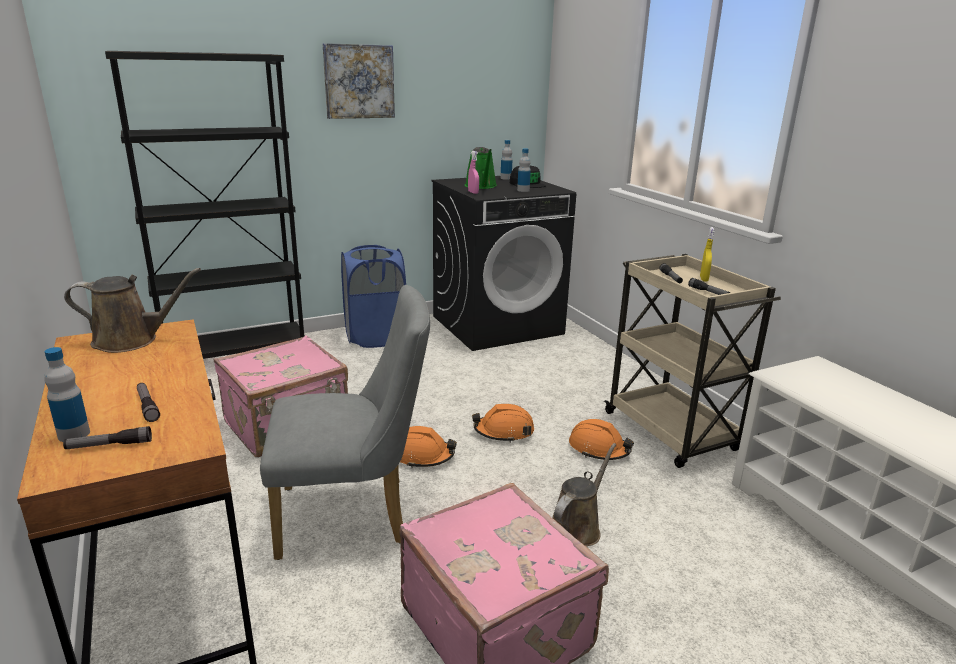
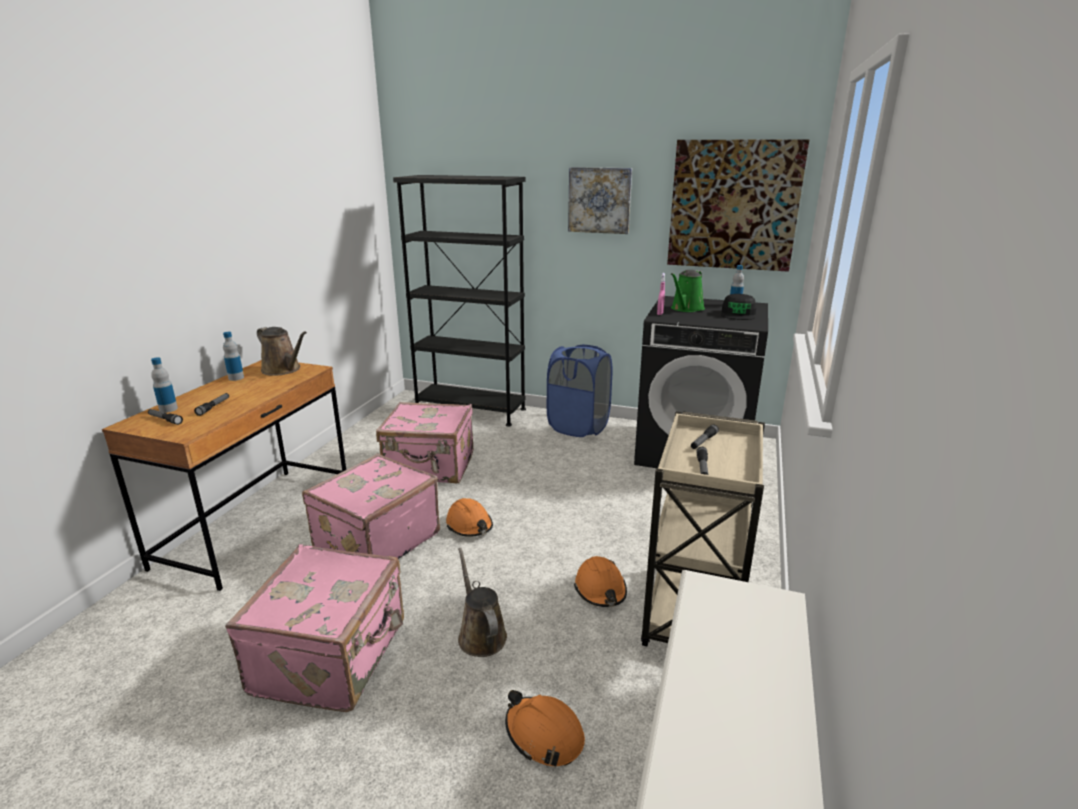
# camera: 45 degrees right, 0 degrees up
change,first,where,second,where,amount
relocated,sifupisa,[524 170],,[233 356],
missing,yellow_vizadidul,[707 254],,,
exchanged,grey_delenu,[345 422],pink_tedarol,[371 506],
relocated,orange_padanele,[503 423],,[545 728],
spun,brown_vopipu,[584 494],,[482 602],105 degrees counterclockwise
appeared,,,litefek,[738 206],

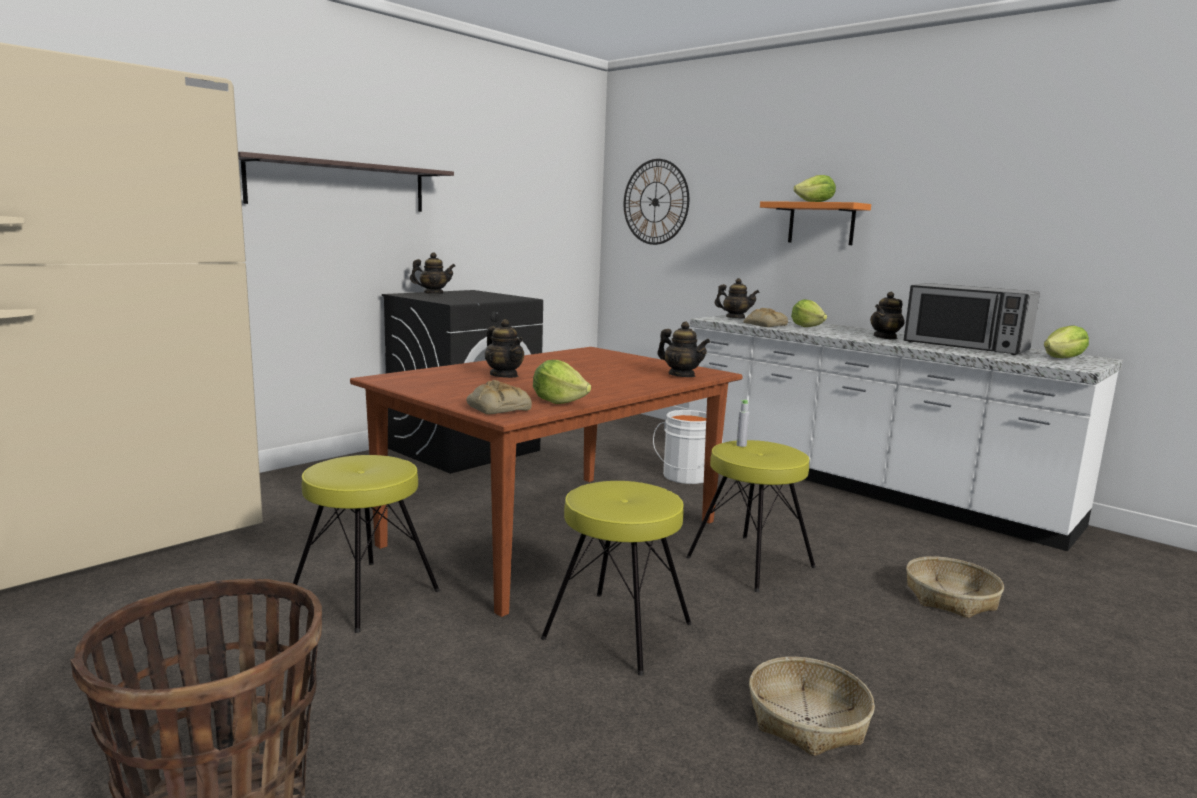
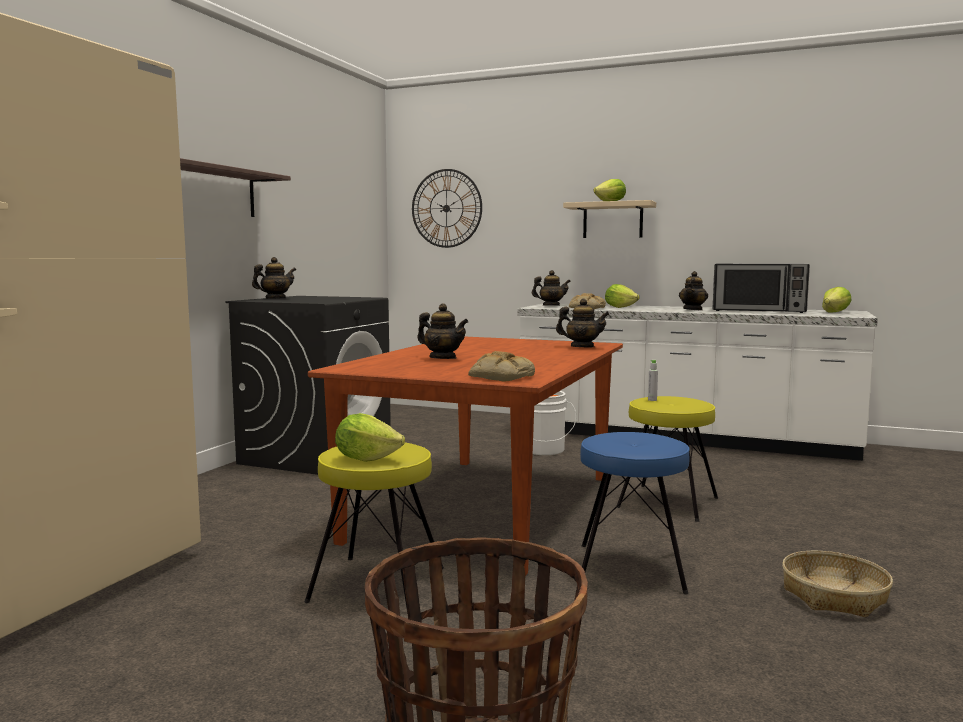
# camera: 20 degrees left, 5 degrees down
change,first,where,second,where,amount
colour,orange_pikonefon,[815 223],beige_pikonefon,[609 219],
relocated,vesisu,[562 382],,[370 437],
colour,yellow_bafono,[616 578],blue_bafono,[635 513],
missing,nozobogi,[955 587],,,

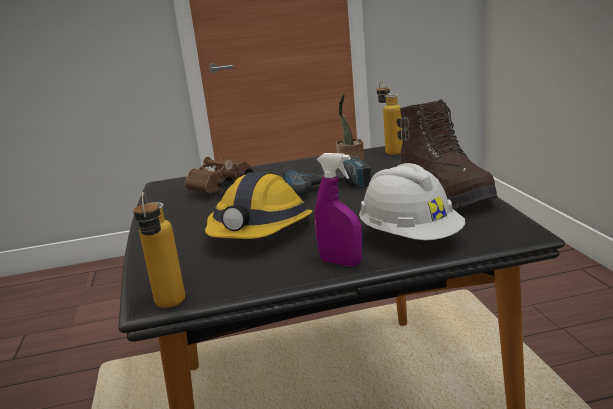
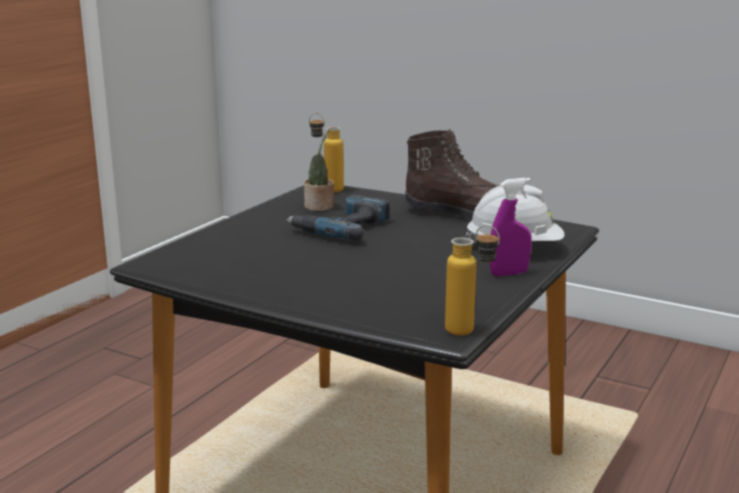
# camera: 50 degrees left, 0 degrees up
change,first,where,second,where,amount
missing,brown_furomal,[219 176],,,
missing,padanele,[259 205],,,

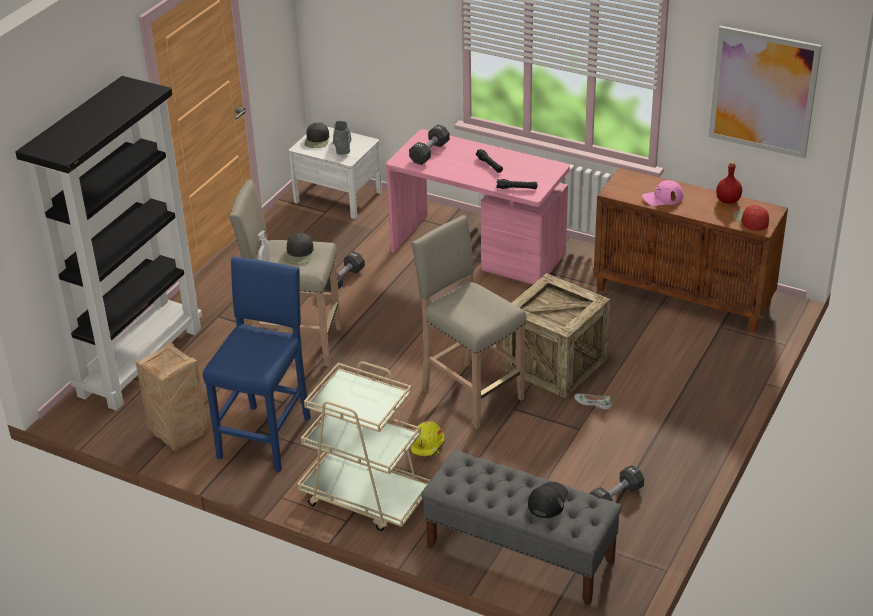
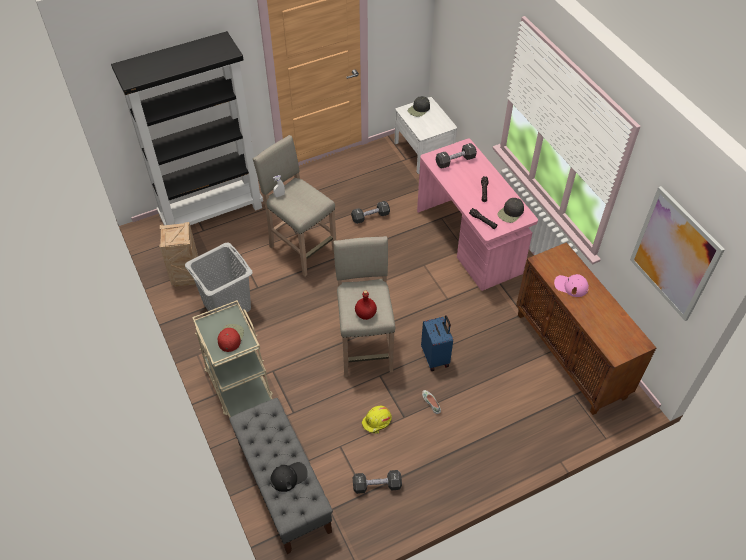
# camera: 35 degrees right, 15 degrees up
change,first,where,second,where,amount
missing,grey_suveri,[342 138],,,
relocated,red_sifupisa,[729 182],,[366 305],
relocated,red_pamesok,[751 218],,[231 338],
relocated,black_pamesok,[299 248],,[511 210],
exchanged,blue_bafono,[257 364],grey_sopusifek,[218 278],
exchanged,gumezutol,[556 335],blue_tedarol,[437 343],
relocated,yellow_padanele,[428 439],,[377 420],

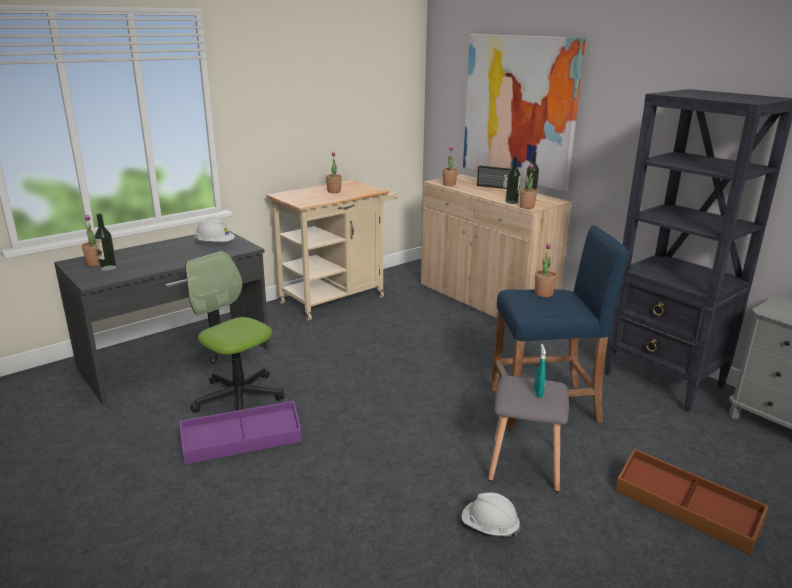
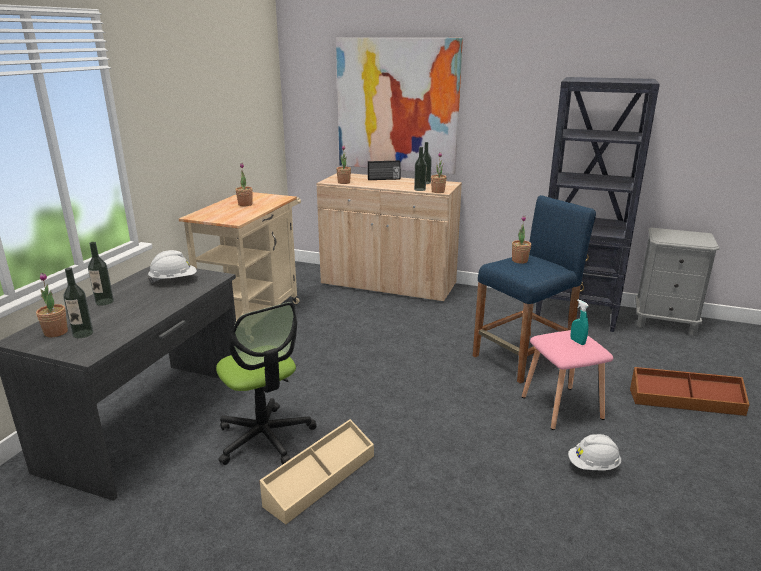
# camera: 30 degrees left, 0 degrees up
change,first,where,second,where,amount
spun,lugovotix,[234 332],,[266 383],135 degrees counterclockwise
colour,grey_bafono,[528 434],pink_bafono,[567 380],
colour,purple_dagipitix,[240 433],beige_dagipitix,[316 471],
appeared,,,sifupisa,[101 274],

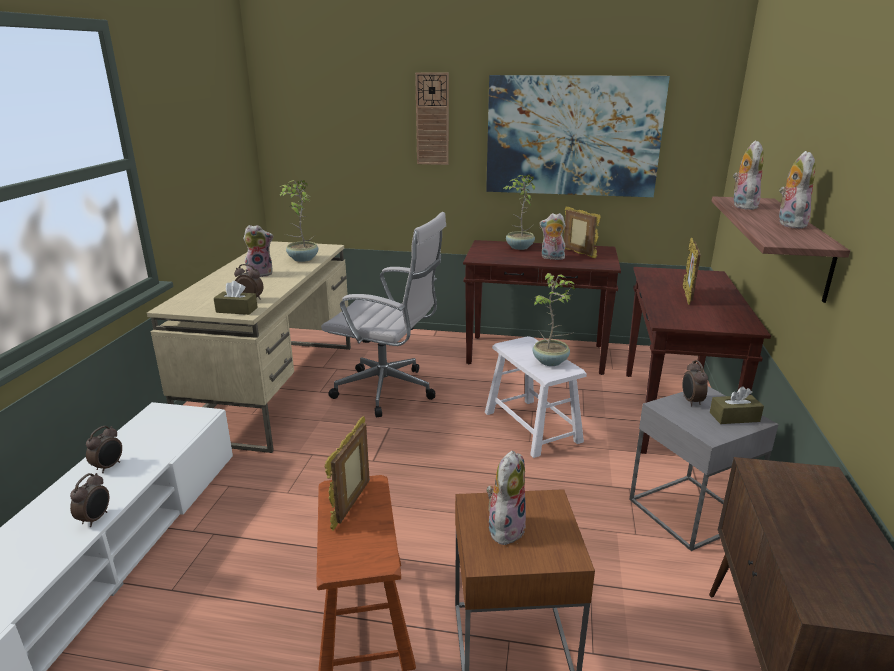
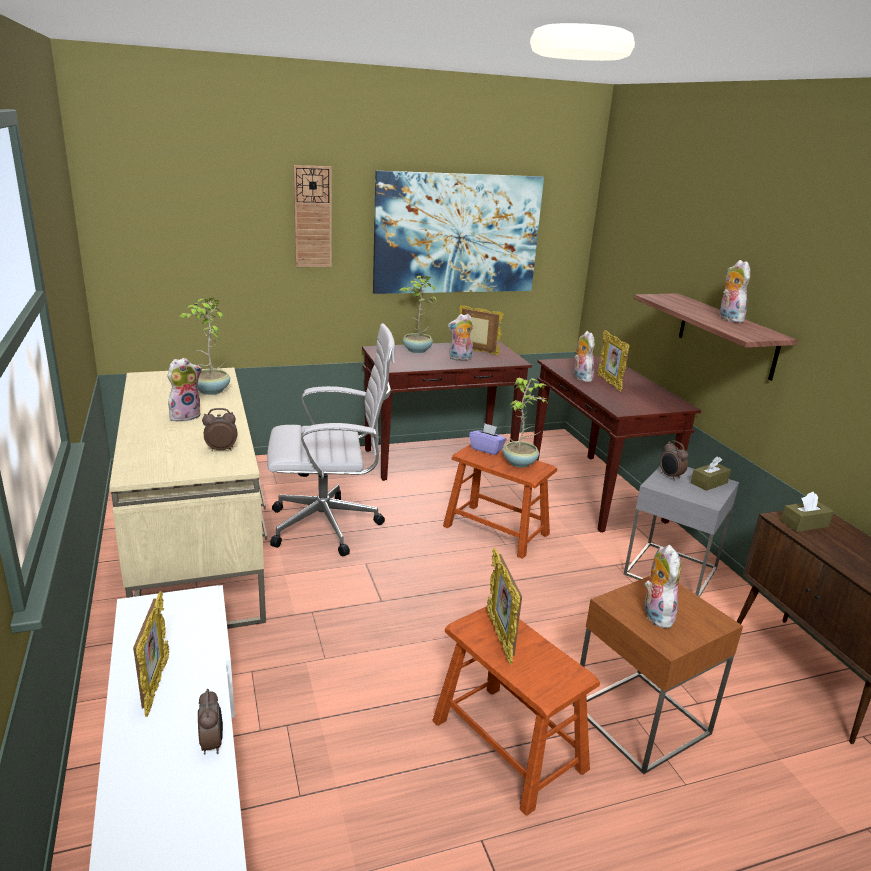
# camera: 30 degrees left, 0 degrees up
change,first,where,second,where,amount
relocated,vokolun,[748 175],,[584 356],
relocated,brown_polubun,[236 298],,[807 512],
colour,white_bafono,[536 397],brown_bafono,[500 501],
exchanged,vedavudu,[104 449],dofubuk,[151 654],
appeared,,,purple_polubun,[488 439],

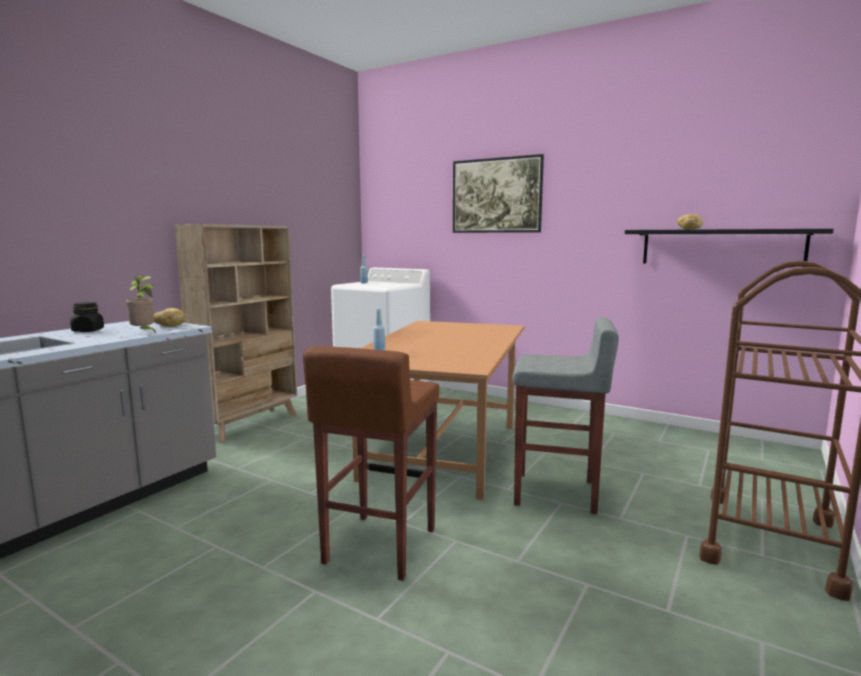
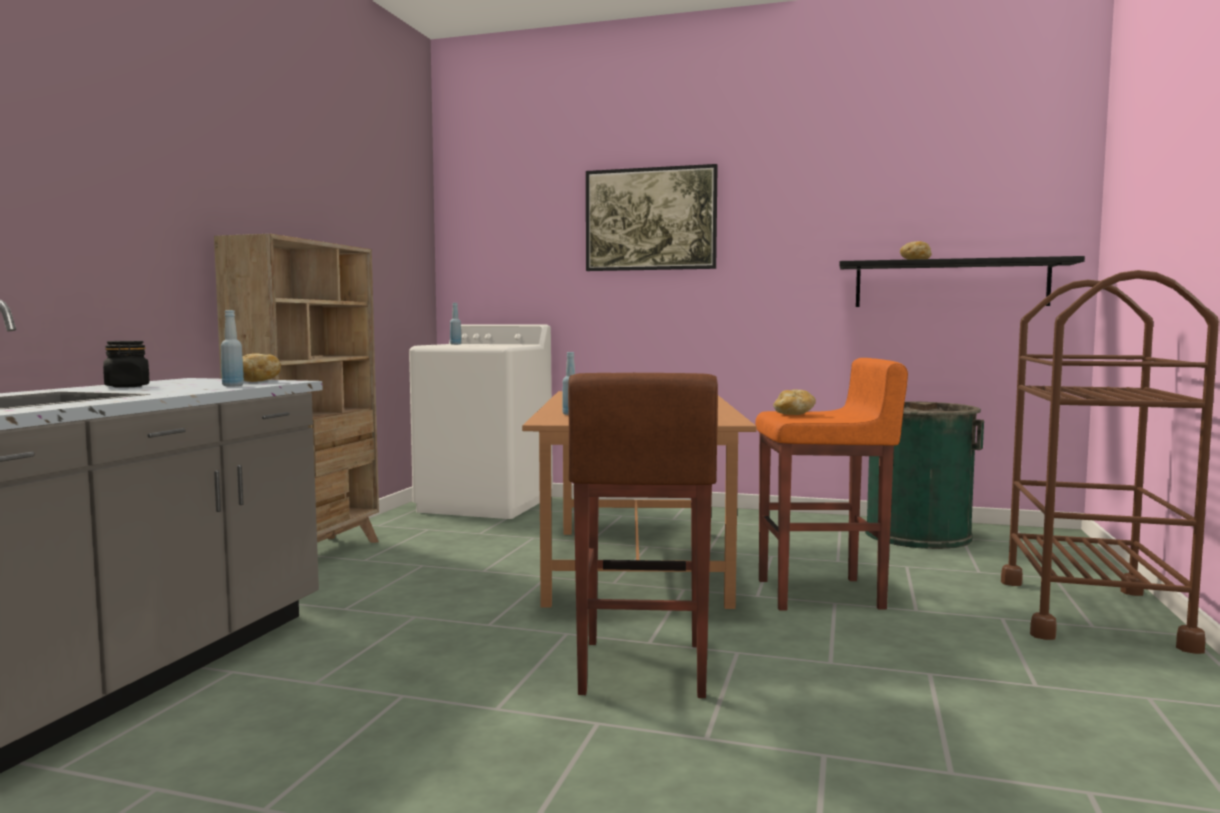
# camera: 15 degrees left, 5 degrees down
change,first,where,second,where,amount
exchanged,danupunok,[140 304],blue_sifupisa,[232 348],
colour,grey_bafono,[565 415],orange_bafono,[831 484],
appeared,,,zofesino,[794 402],
appeared,,,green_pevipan,[924 475],

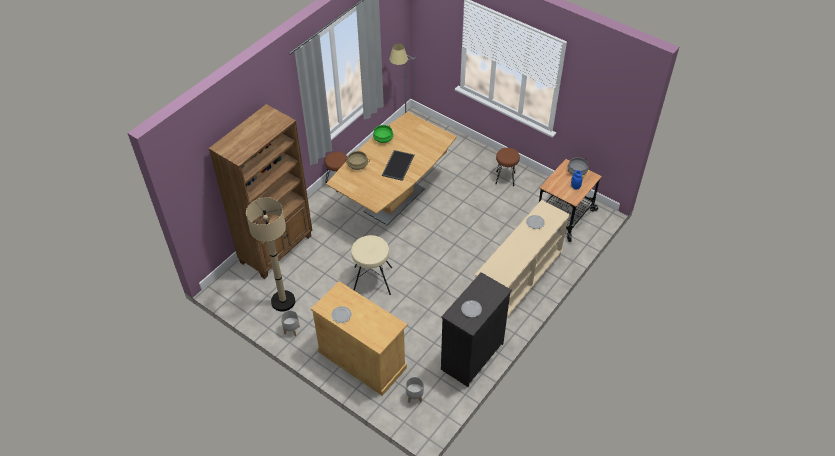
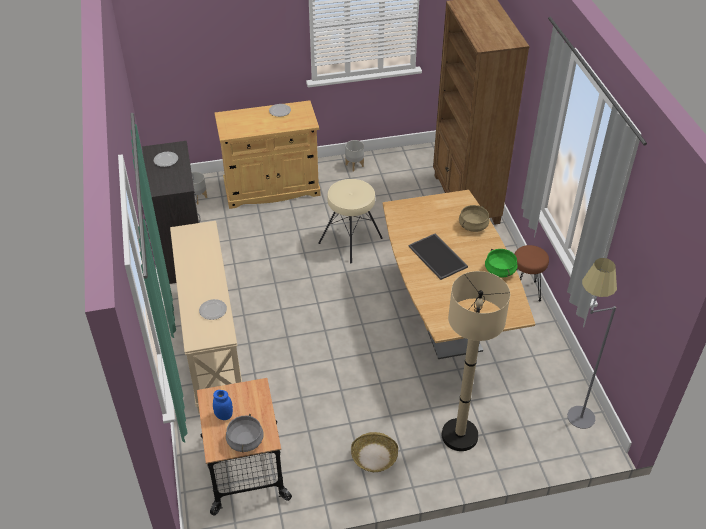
# camera: 130 degrees right, 5 degrees down
change,first,where,second,where,amount
exchanged,brown_bafono,[507 167],nozobogi,[374 452],
relocated,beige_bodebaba,[270 254],,[476 361],

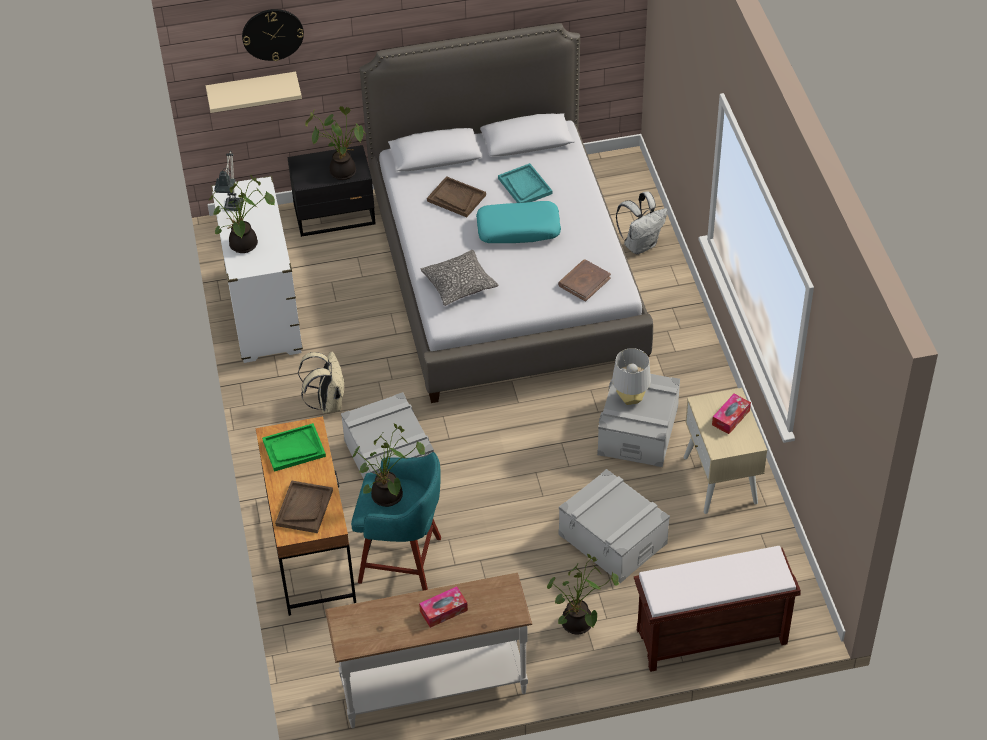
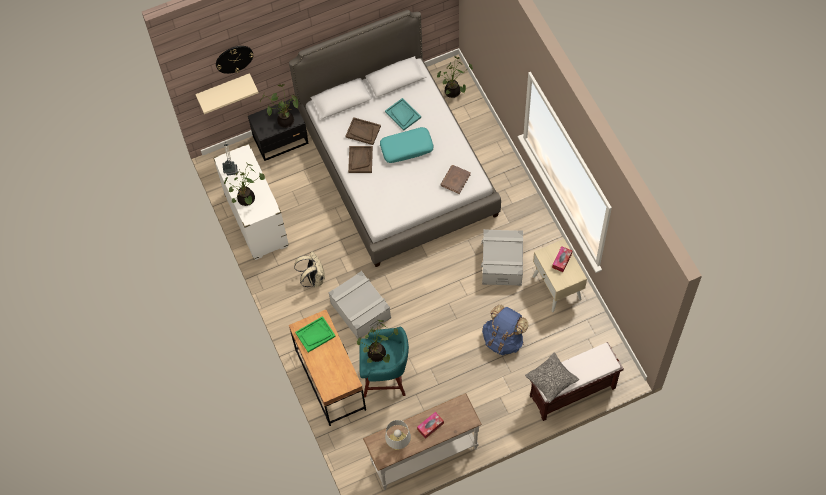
# camera: 10 degrees left, 15 degrees up
change,first,where,second,where,amount
missing,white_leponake,[642 222],,,
relocated,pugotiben,[459 278],,[552 378],
relocated,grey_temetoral,[631 376],,[398 435],
exchanged,grey_dagipitix,[614 526],blue_leponake,[505 330],
relocated,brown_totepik,[304 506],,[360 159],
relocated,danupunok,[583 594],,[455 77],

